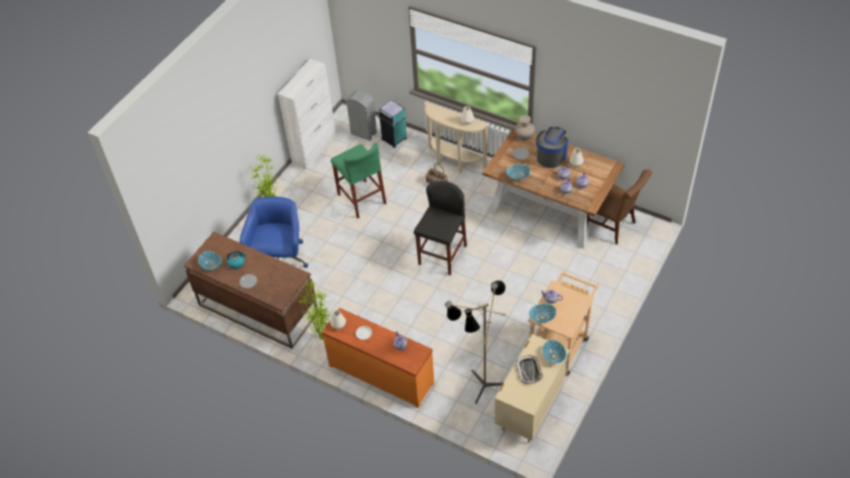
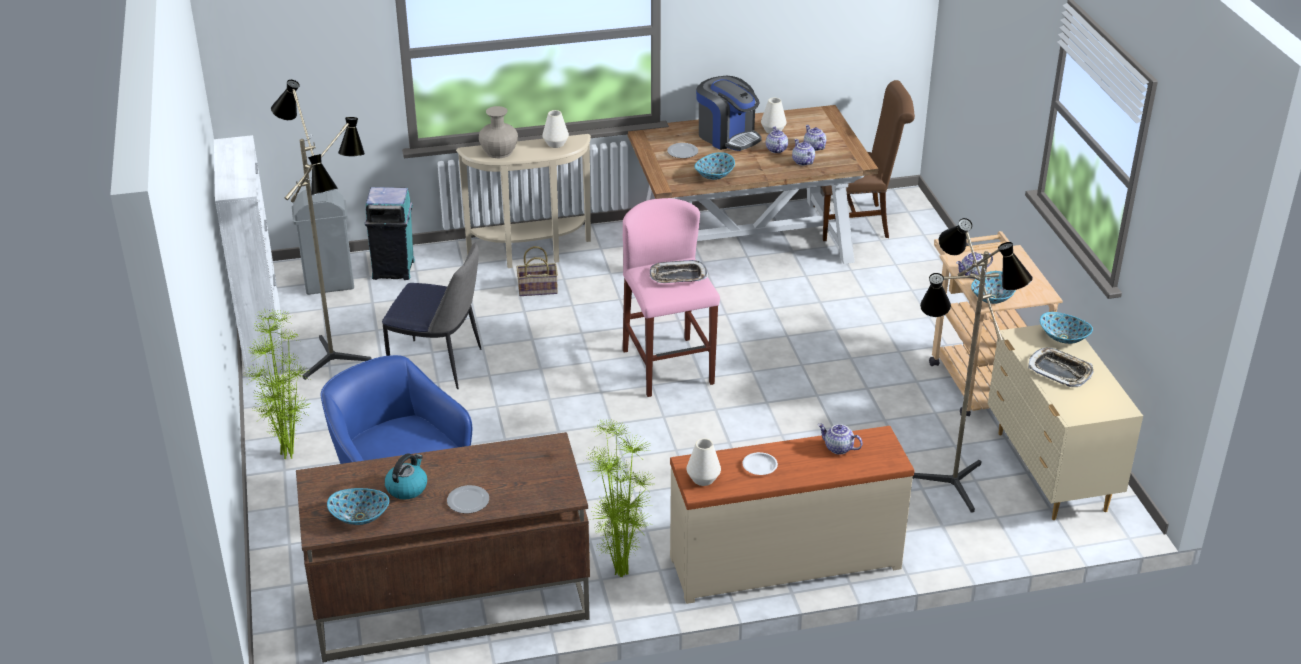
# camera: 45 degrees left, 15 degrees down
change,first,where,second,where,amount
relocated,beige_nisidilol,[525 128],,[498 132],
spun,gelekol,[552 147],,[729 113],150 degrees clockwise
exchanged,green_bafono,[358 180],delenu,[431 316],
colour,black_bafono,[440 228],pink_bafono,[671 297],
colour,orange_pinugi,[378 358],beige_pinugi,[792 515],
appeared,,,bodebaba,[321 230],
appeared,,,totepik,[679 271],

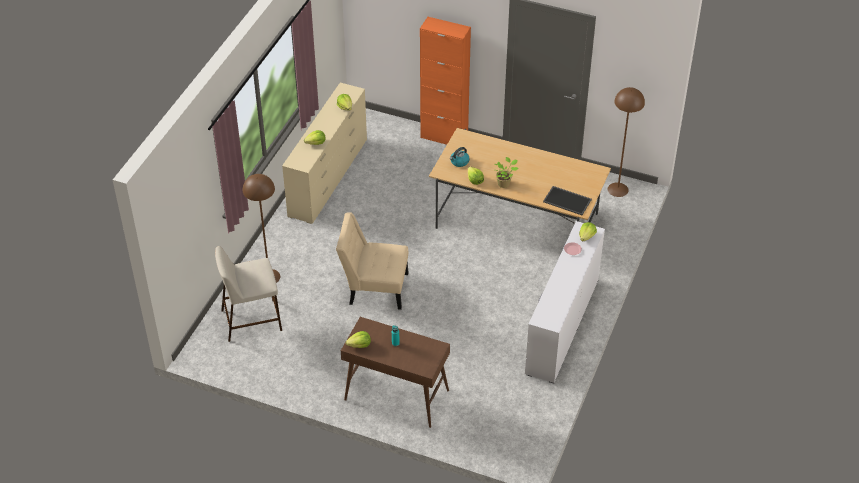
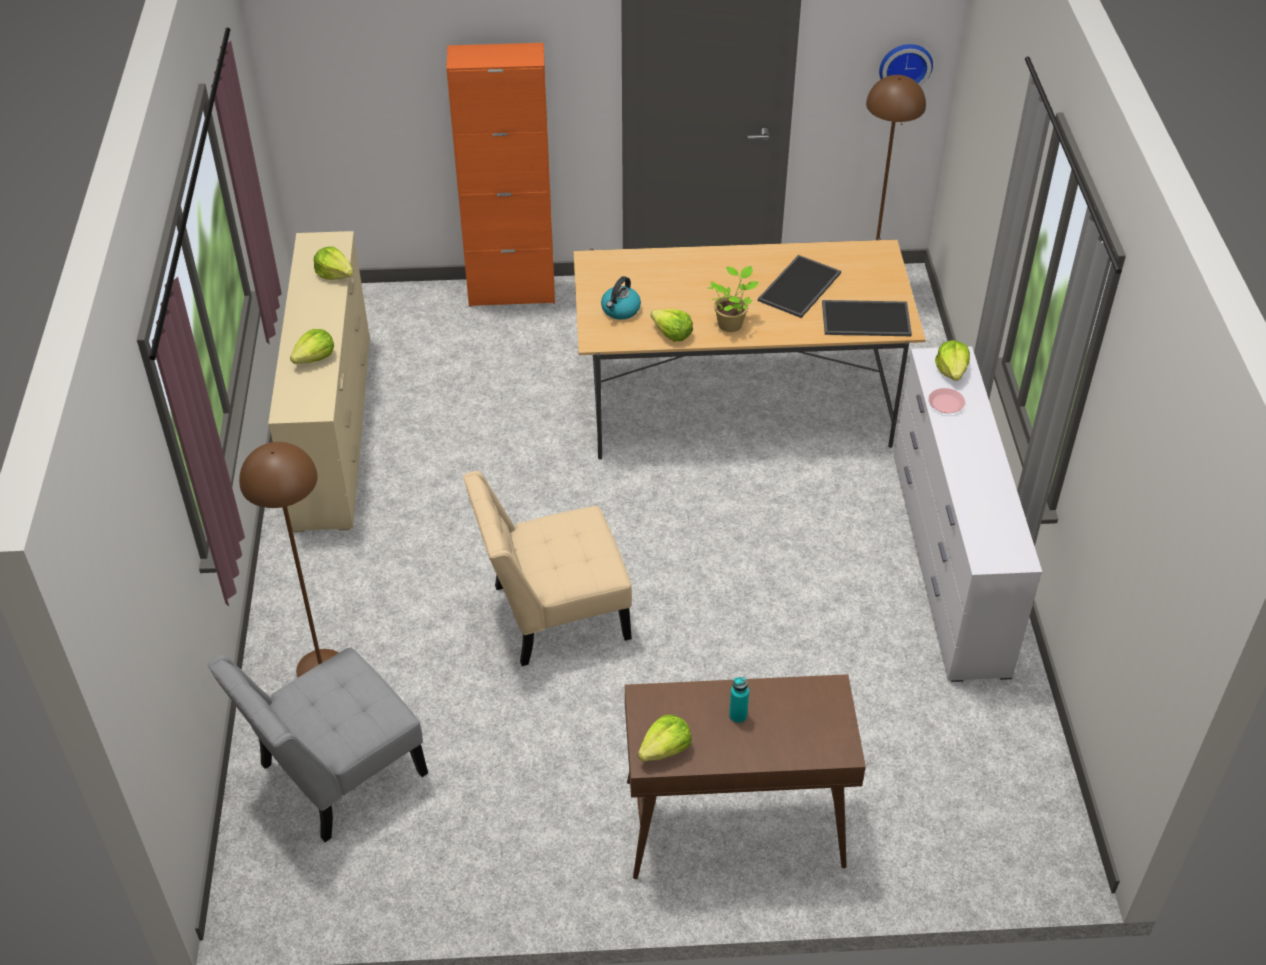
# camera: 25 degrees left, 0 degrees up
change,first,where,second,where,amount
exchanged,beige_bafono,[248 294],grey_delenu,[318 745],
appeared,,,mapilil,[906 65],
appeared,,,totepik,[799 286],

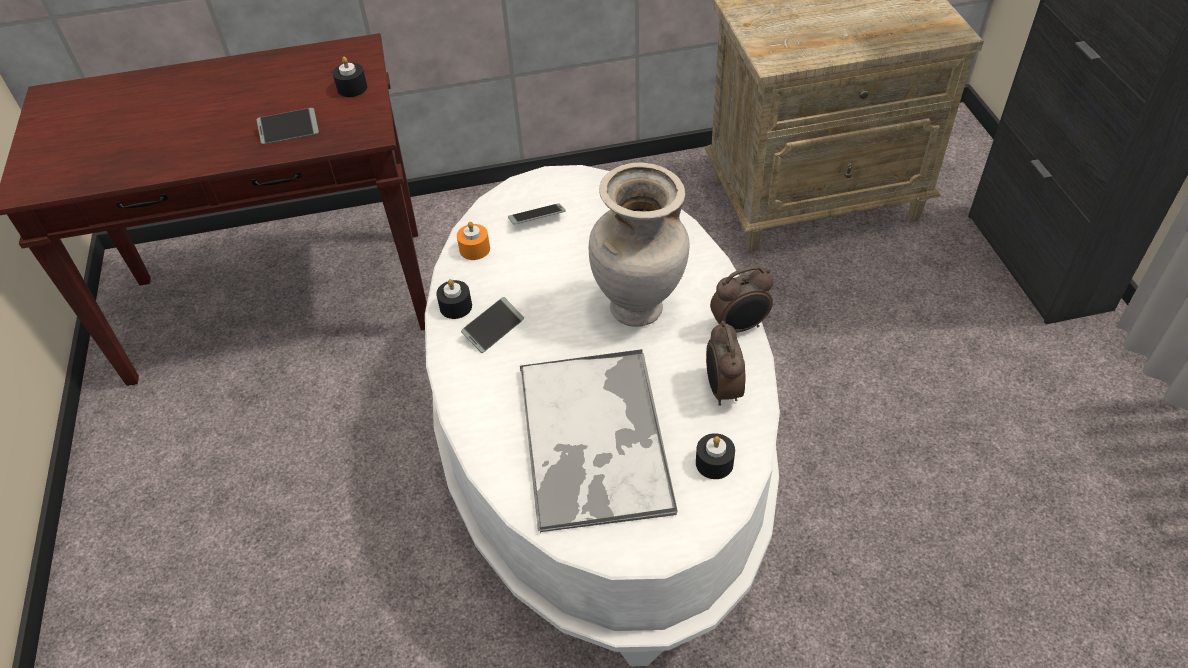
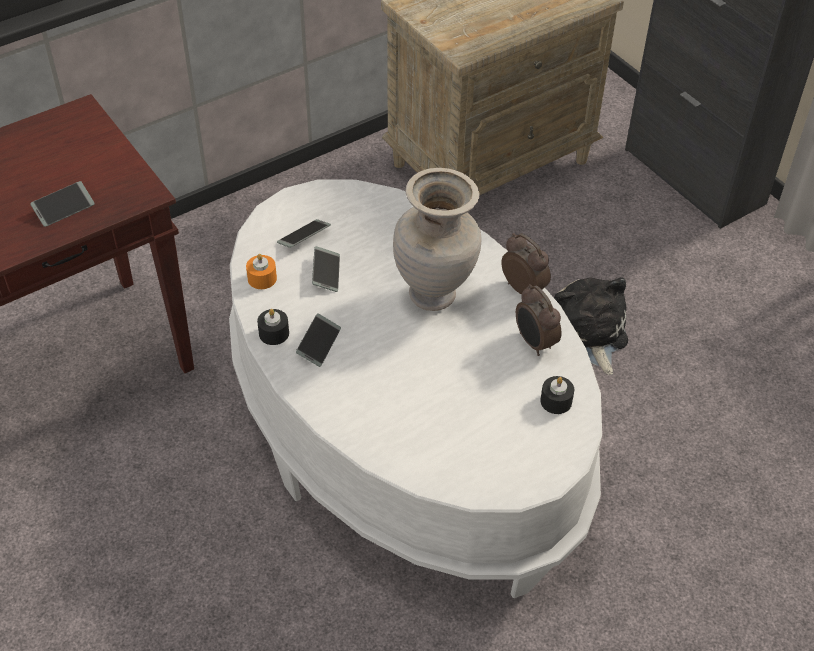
# camera: 25 degrees left, 0 degrees up
change,first,where,second,where,amount
missing,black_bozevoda,[350 77],,,
spun,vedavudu,[742 299],,[526 263],90 degrees counterclockwise
missing,totepik,[599 440],,,
appeared,,,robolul,[326 269],
appeared,,,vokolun,[591 326],

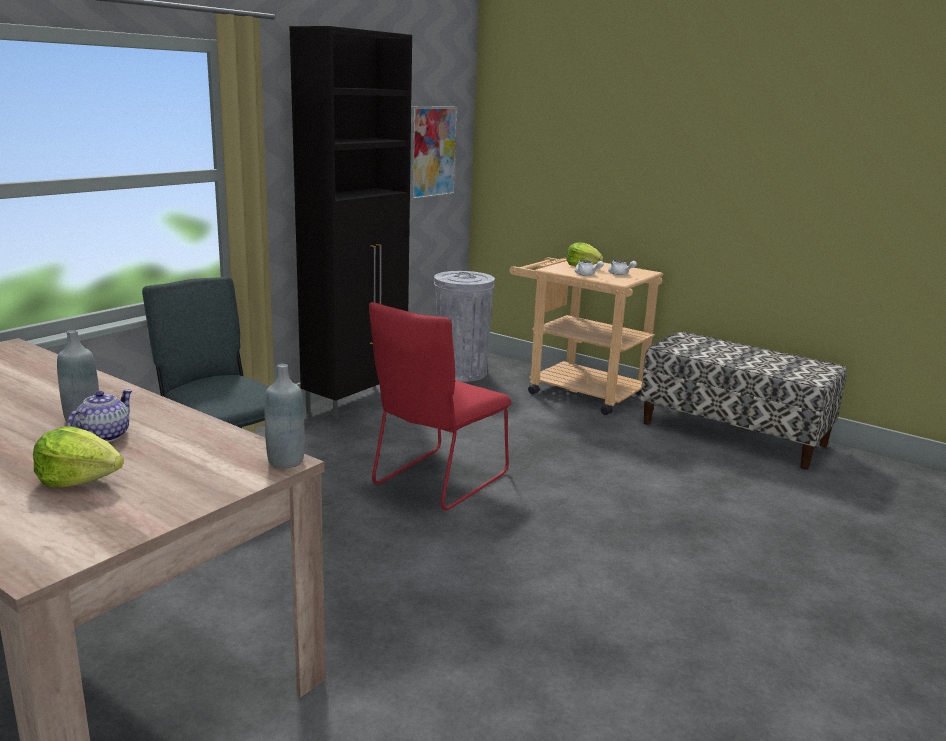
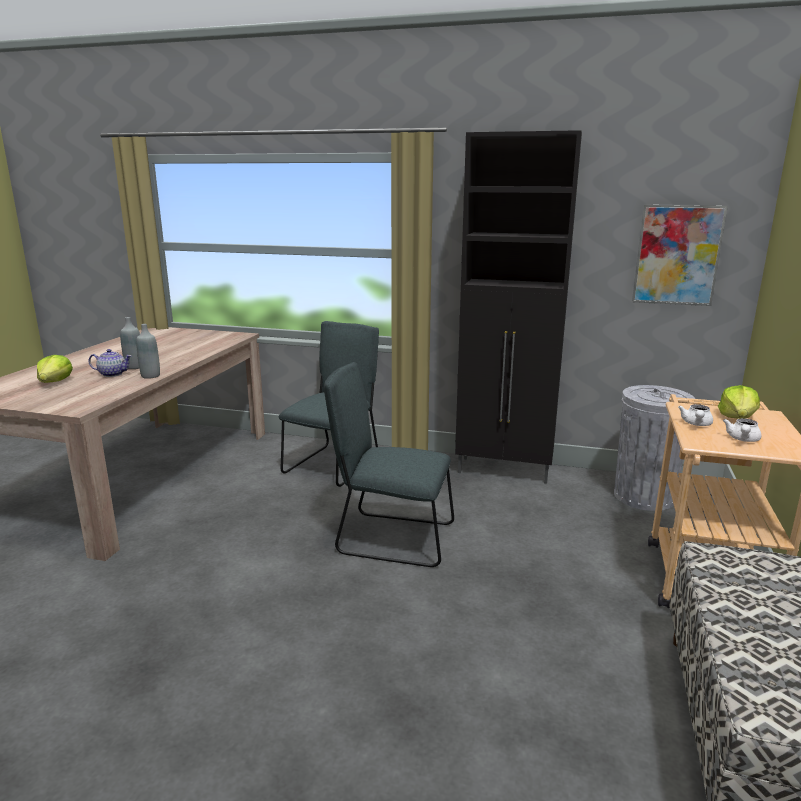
# camera: 70 degrees right, 0 degrees up
change,first,where,second,where,amount
colour,red_delenu,[440 406],grey_delenu,[389 464],
relocated,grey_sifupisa,[285 416],,[148 351],

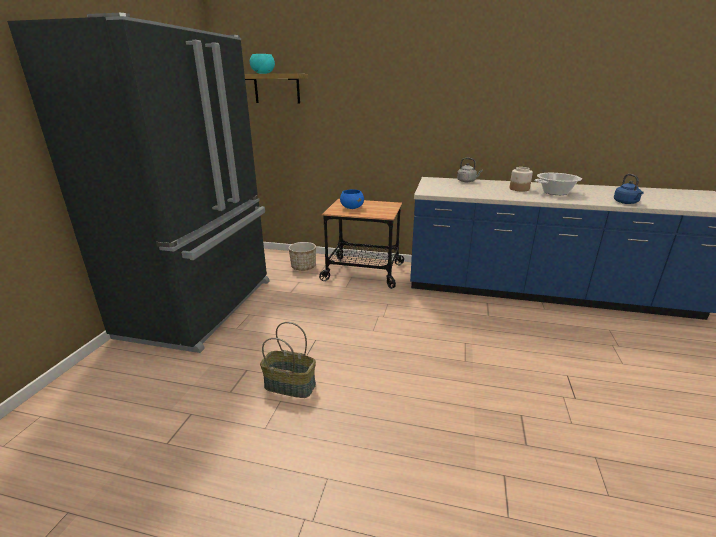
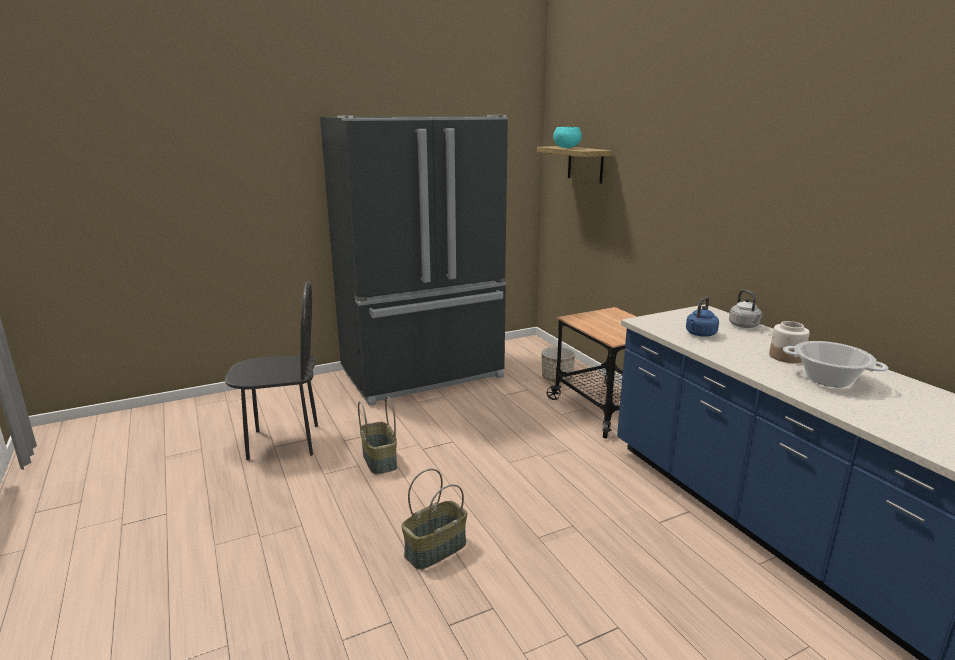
# camera: 50 degrees right, 5 degrees down
change,first,where,second,where,amount
relocated,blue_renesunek,[629 189],,[702 317],
missing,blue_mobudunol,[352 199],,,
appeared,,,black_delenu,[271 370],
appeared,,,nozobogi,[434 519],

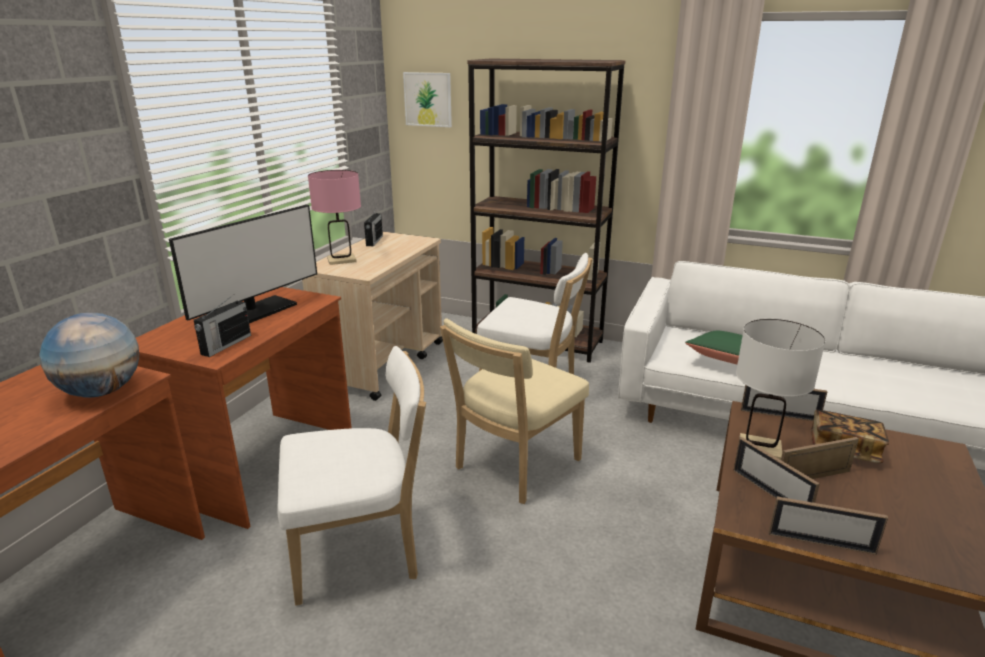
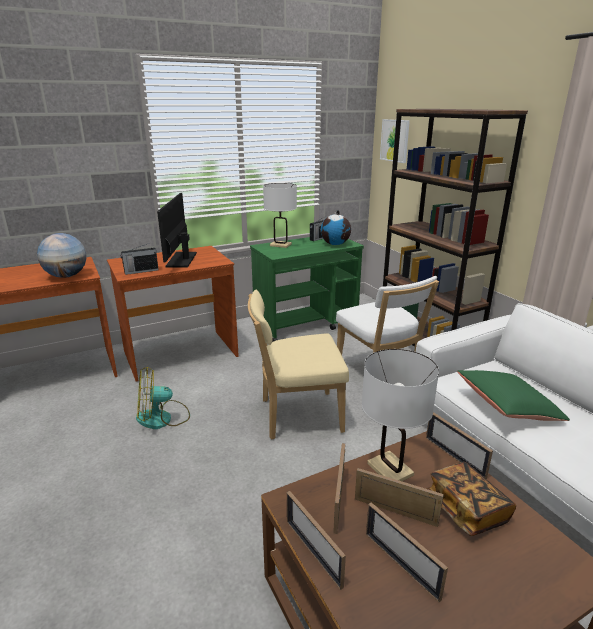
# camera: 40 degrees right, 0 degrees up
change,first,where,second,where,amount
colour,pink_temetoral,[334 217],white_temetoral,[280 215],
spun,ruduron,[243 264],,[177 230],105 degrees clockwise
colour,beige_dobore,[372 316],green_dobore,[307 289],
exchanged,white_delenu,[351 476],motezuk,[163 398],
appeared,,,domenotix,[336 227],
appeared,,,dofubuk,[407 552],

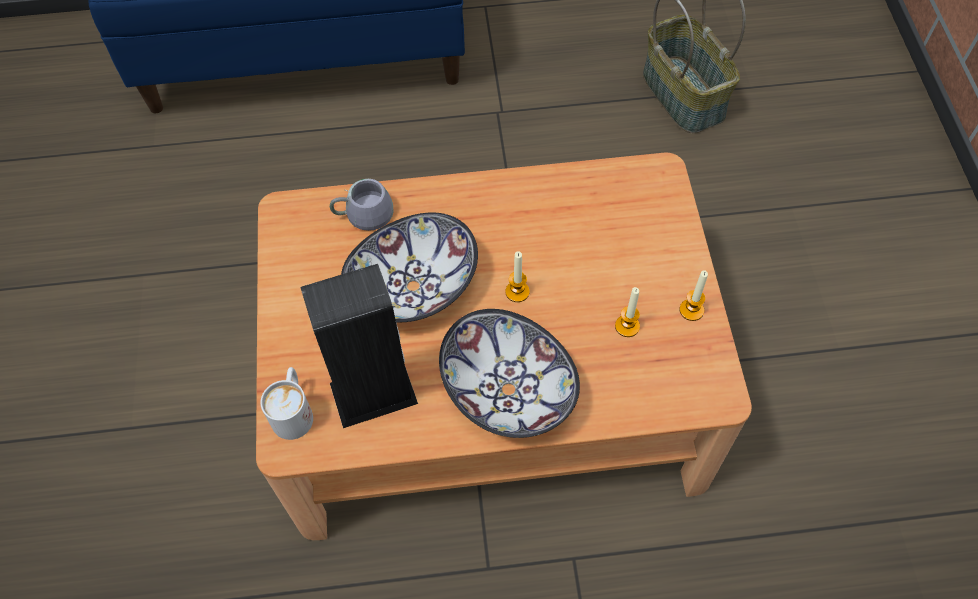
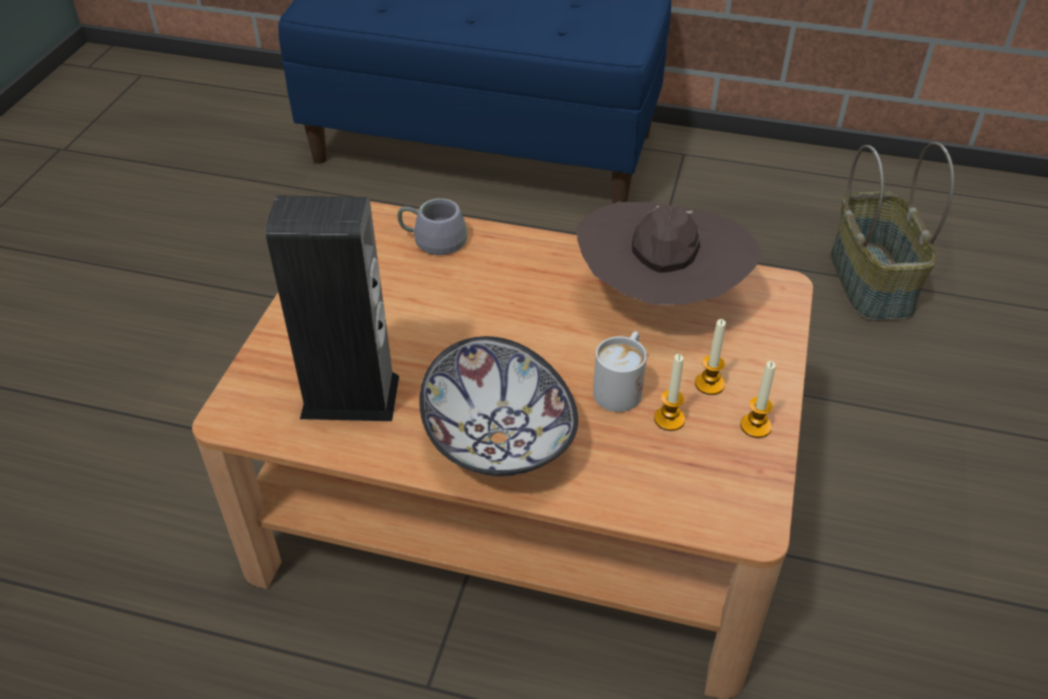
# camera: 20 degrees right, 15 degrees down
change,first,where,second,where,amount
missing,mobudunol,[409 268],,,
relocated,bozevoda,[517 276],,[710 357],
relocated,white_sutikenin,[286 403],,[620 371],
appeared,,,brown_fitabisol,[669 253],

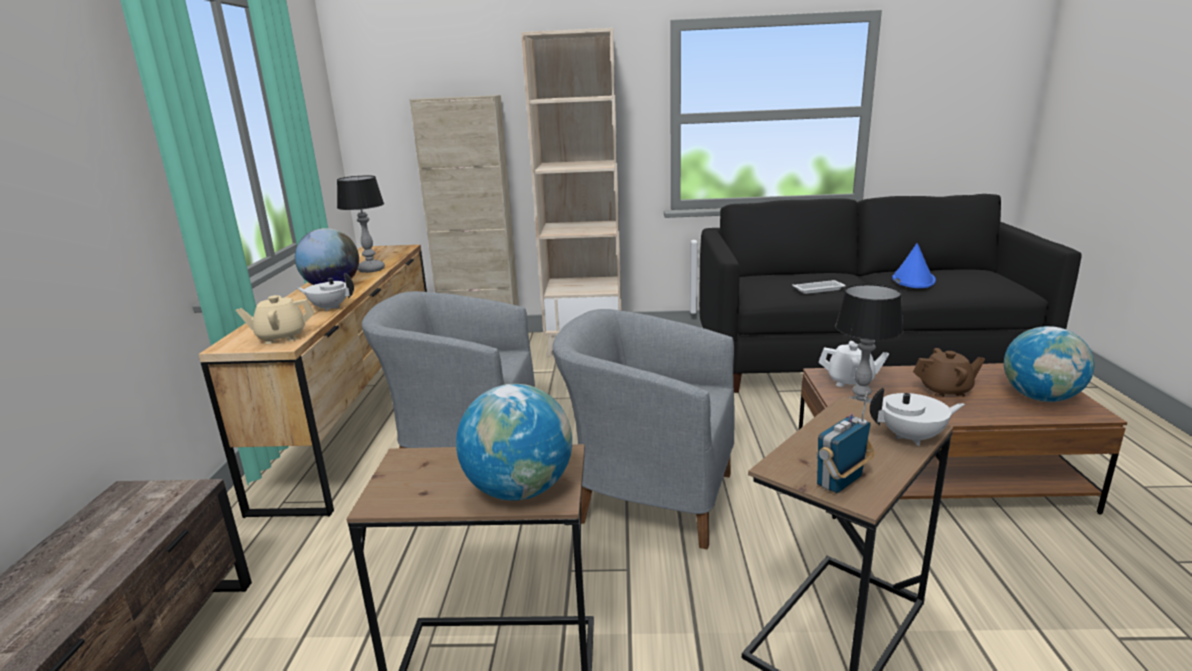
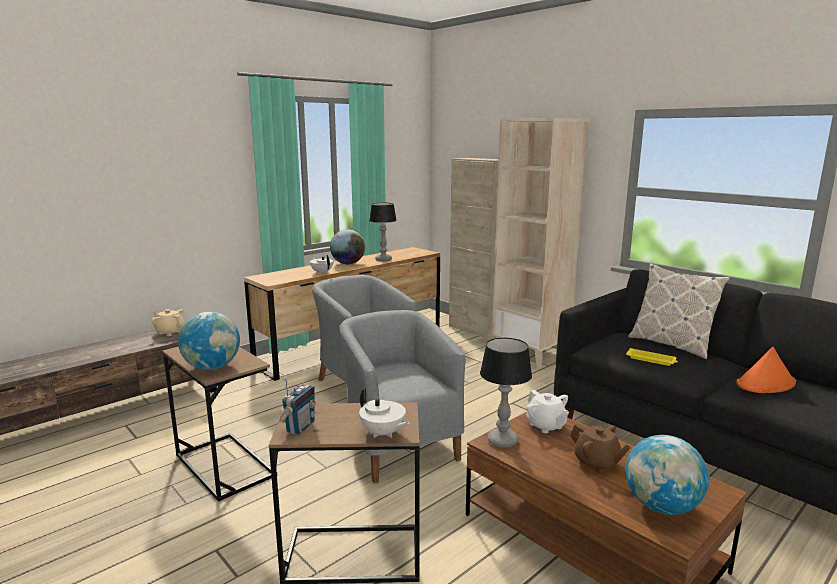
# camera: 45 degrees right, 5 degrees down
change,first,where,second,where,amount
colour,blue_fitabisol,[914 265],orange_fitabisol,[766 370],
colour,white_totepik,[819 287],yellow_totepik,[652 357],
relocated,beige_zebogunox,[275 319],,[168 322],
spun,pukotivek,[845 442],,[297 406],105 degrees clockwise
appeared,,,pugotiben,[679 311],

